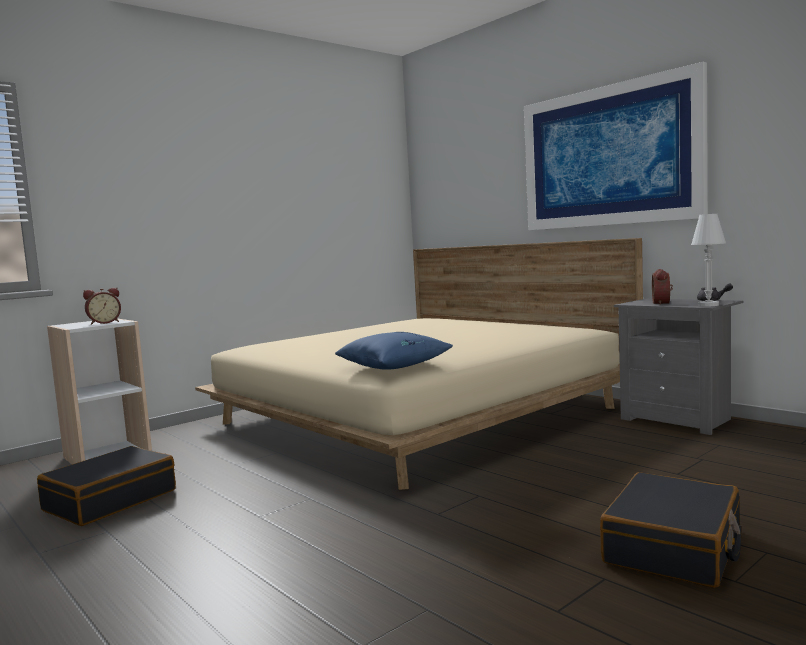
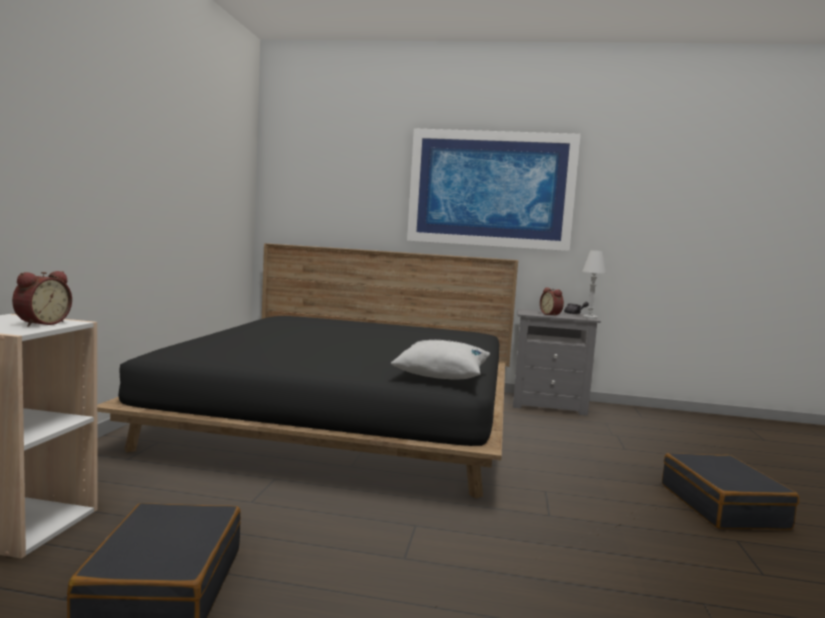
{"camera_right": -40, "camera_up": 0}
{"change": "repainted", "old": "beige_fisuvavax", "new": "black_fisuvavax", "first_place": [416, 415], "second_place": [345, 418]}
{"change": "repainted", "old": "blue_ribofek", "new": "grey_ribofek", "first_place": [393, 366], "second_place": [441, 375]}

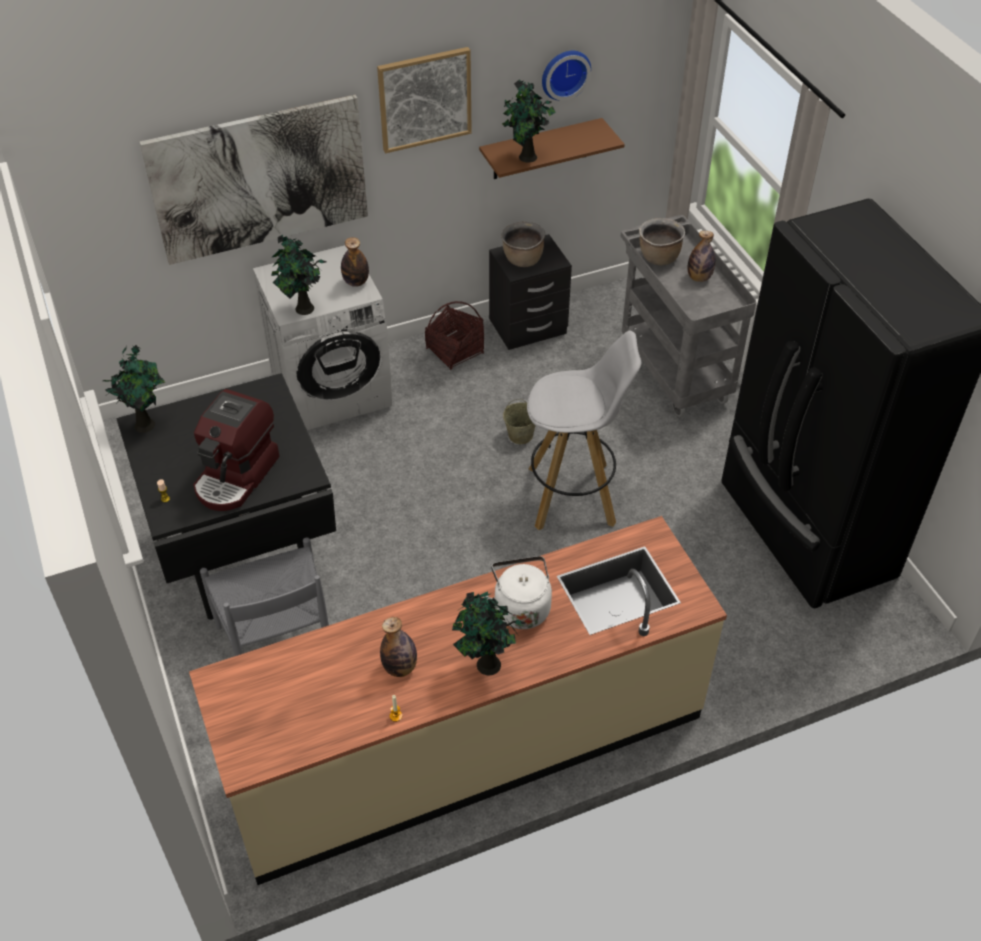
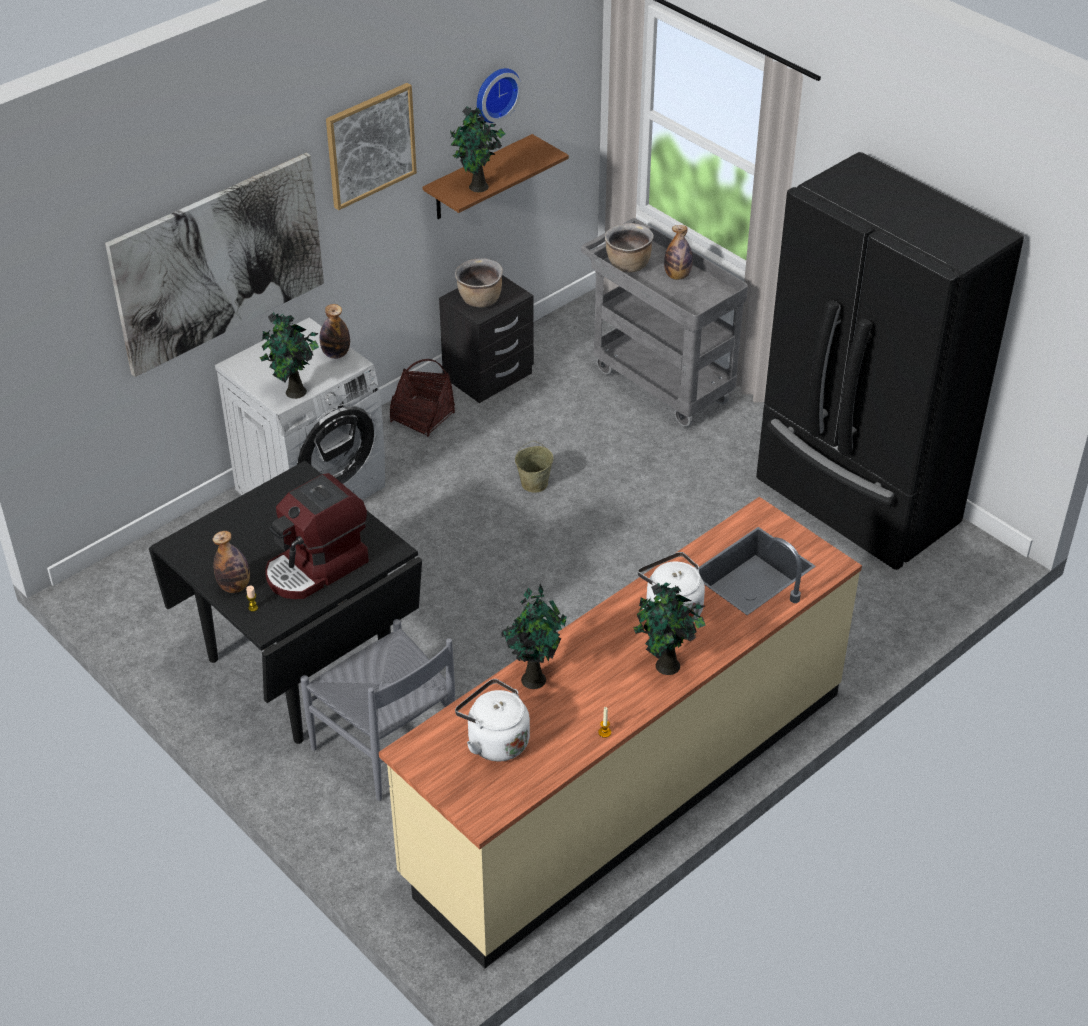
{"camera_right": -20, "camera_up": -5}
{"change": "shifted", "old": "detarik", "first_place": [400, 667], "second_place": [234, 586]}
{"change": "rotated", "old": "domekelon", "first_place": [237, 476], "second_place": [317, 568], "degrees": 45}
{"change": "new", "new": "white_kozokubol", "second_place": [495, 741]}
{"change": "shifted", "old": "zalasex", "first_place": [145, 423], "second_place": [533, 677]}
{"change": "gone", "old": "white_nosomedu", "first_place": [573, 496]}

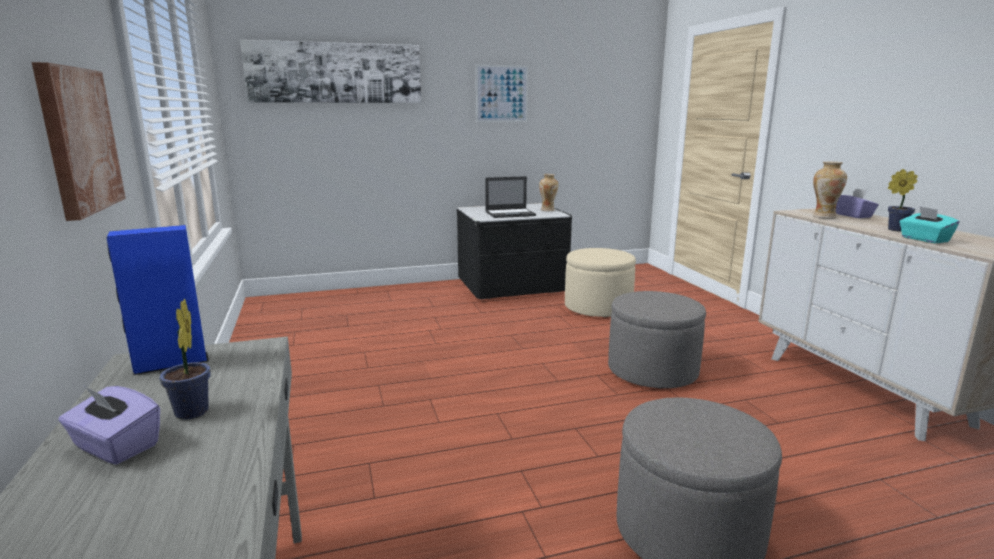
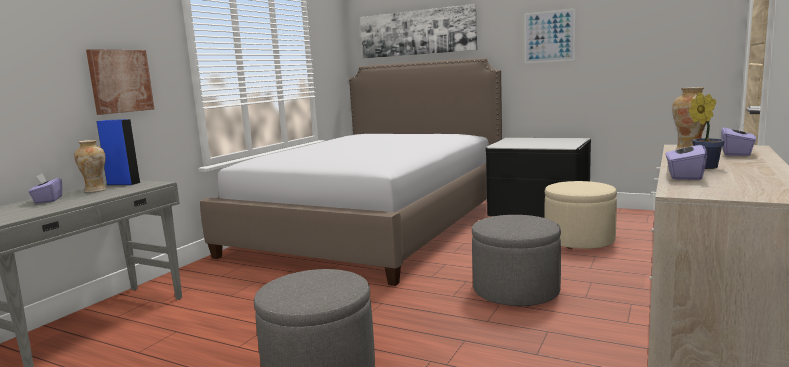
{"camera_right": 45, "camera_up": -5}
{"change": "shifted", "old": "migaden", "first_place": [548, 210], "second_place": [96, 190]}
{"change": "new", "new": "fisuvavax", "second_place": [374, 226]}
{"change": "repainted", "old": "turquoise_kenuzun", "new": "purple_kenuzun", "first_place": [924, 239], "second_place": [683, 176]}
{"change": "gone", "old": "zalasex", "first_place": [191, 414]}
{"change": "gone", "old": "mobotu", "first_place": [510, 213]}

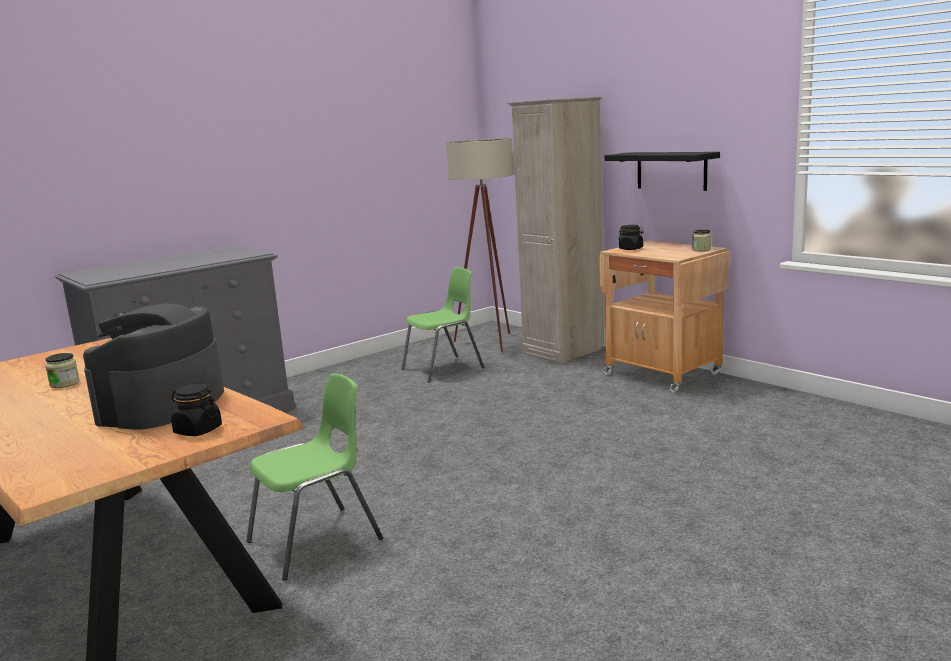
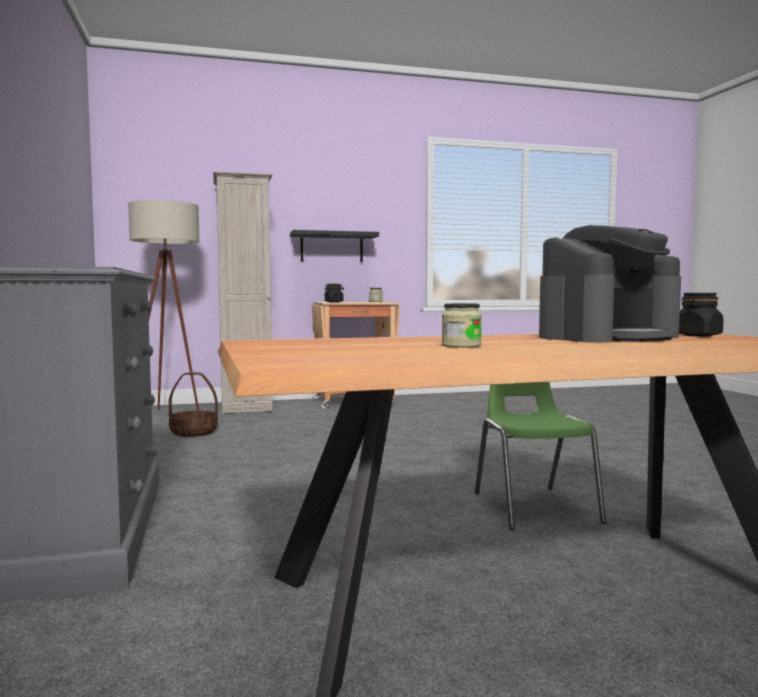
{"camera_right": -65, "camera_up": -10}
{"change": "swapped", "old": "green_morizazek", "new": "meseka", "first_place": [444, 368], "second_place": [194, 432]}
{"change": "rotated", "old": "domekelon", "first_place": [162, 405], "second_place": [608, 337], "degrees": -75}

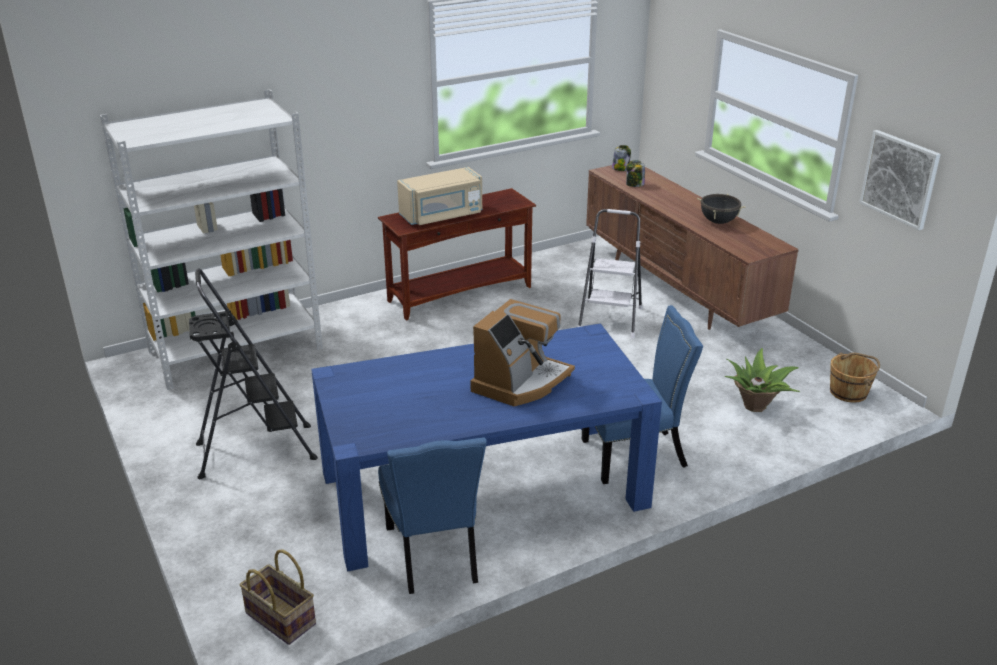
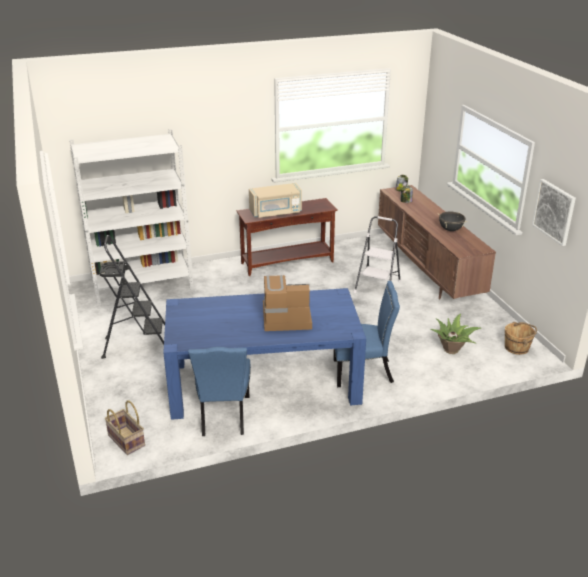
{"camera_right": 10, "camera_up": 0}
{"change": "rotated", "old": "domekelon", "first_place": [521, 382], "second_place": [285, 318], "degrees": -135}

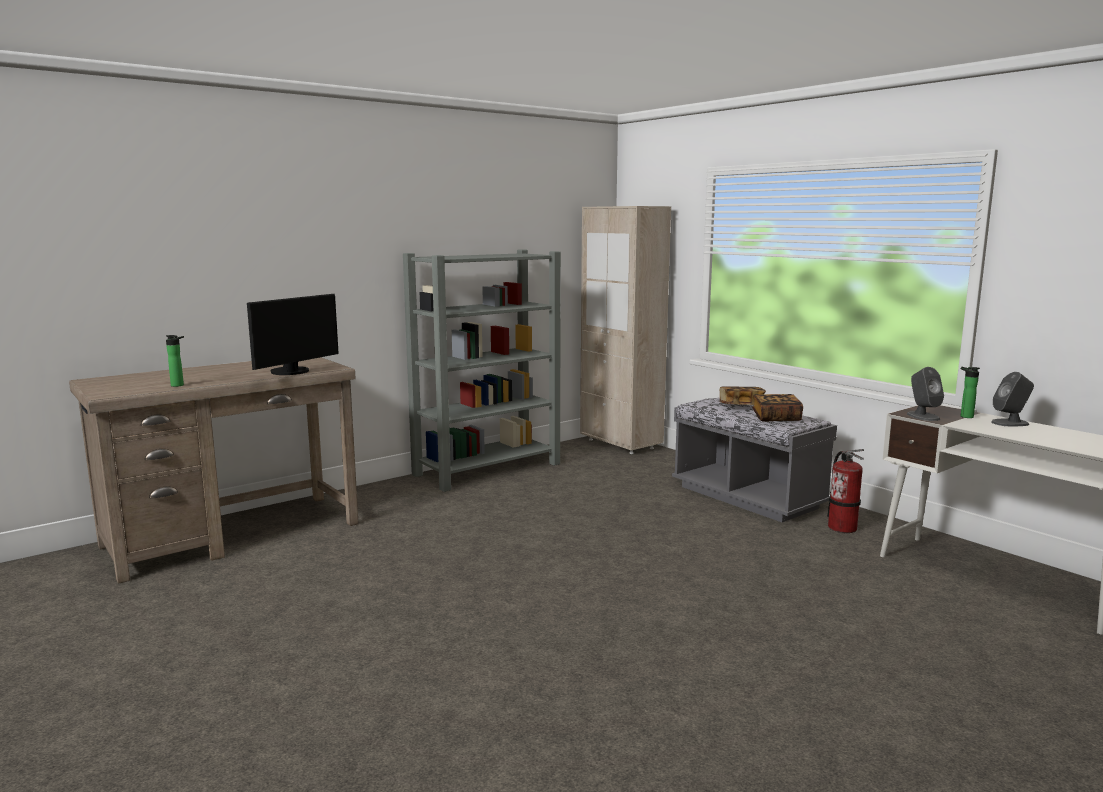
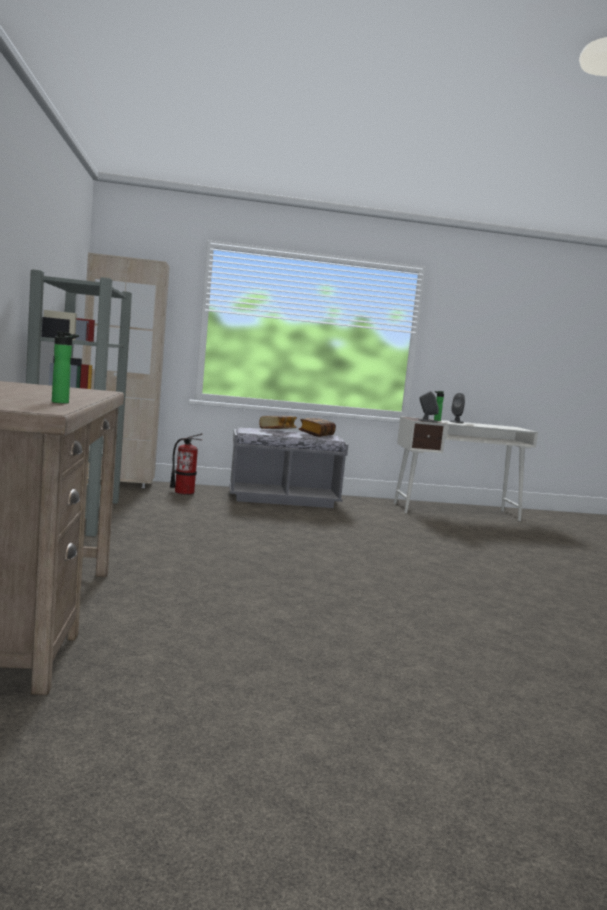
{"camera_right": -60, "camera_up": -5}
{"change": "shifted", "old": "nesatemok", "first_place": [842, 527], "second_place": [184, 492]}
{"change": "gone", "old": "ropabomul", "first_place": [293, 372]}

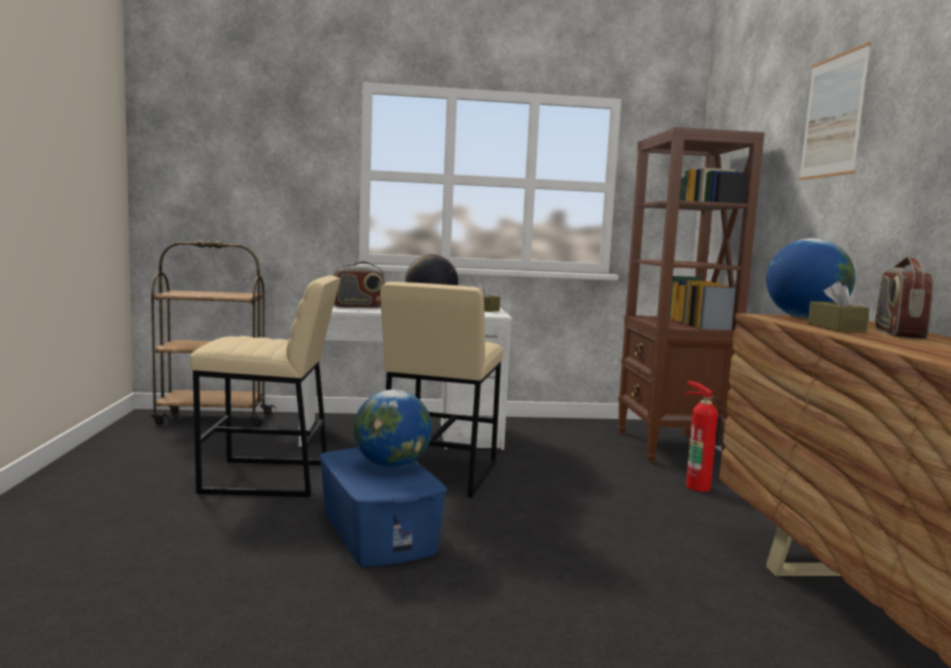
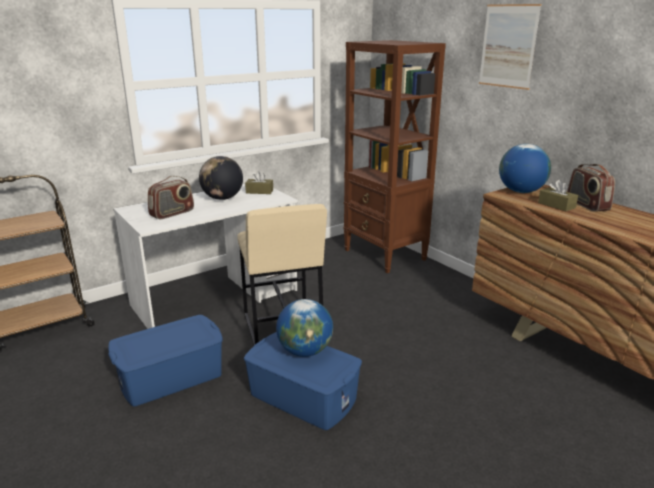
{"camera_right": -30, "camera_up": 15}
{"change": "swapped", "old": "beige_morizazek", "new": "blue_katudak", "first_place": [270, 478], "second_place": [171, 377]}
{"change": "gone", "old": "nesatemok", "first_place": [698, 486]}

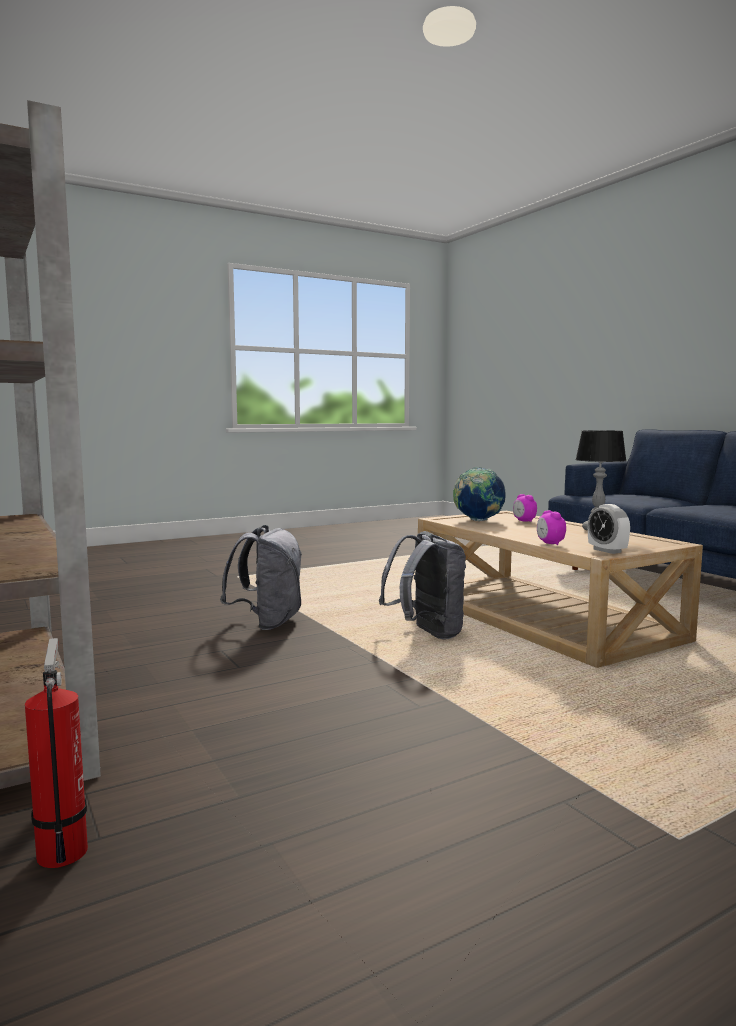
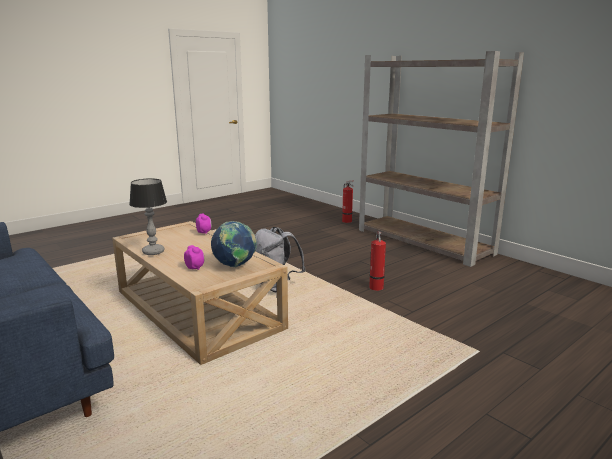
{"camera_right": 170, "camera_up": 10}
{"change": "swapped", "old": "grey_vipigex", "new": "nesatemok", "first_place": [267, 623], "second_place": [376, 288]}
{"change": "gone", "old": "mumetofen", "first_place": [607, 551]}

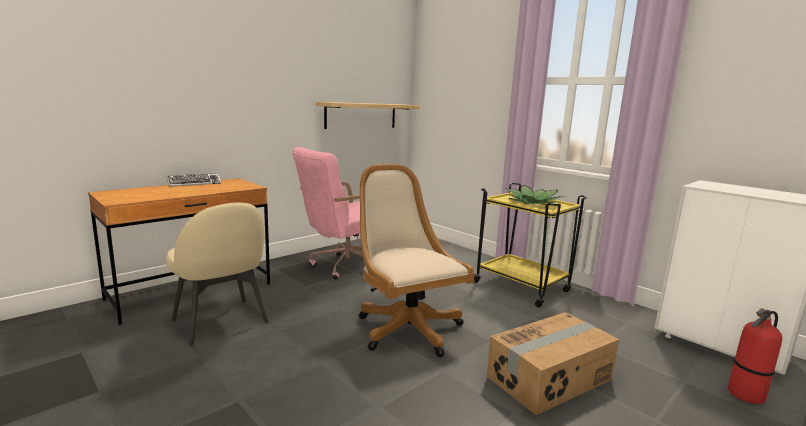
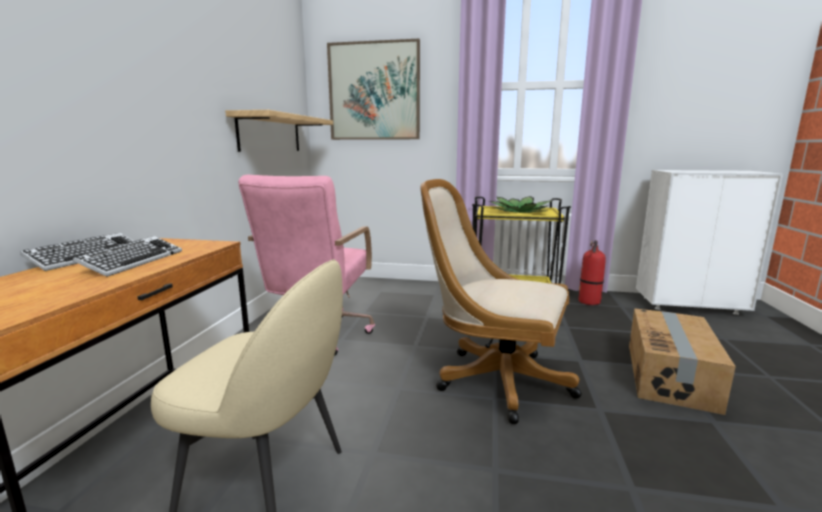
{"camera_right": -35, "camera_up": 0}
{"change": "new", "new": "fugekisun", "second_place": [133, 261]}
{"change": "new", "new": "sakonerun", "second_place": [374, 91]}
{"change": "shifted", "old": "nesatemok", "first_place": [746, 395], "second_place": [589, 302]}

